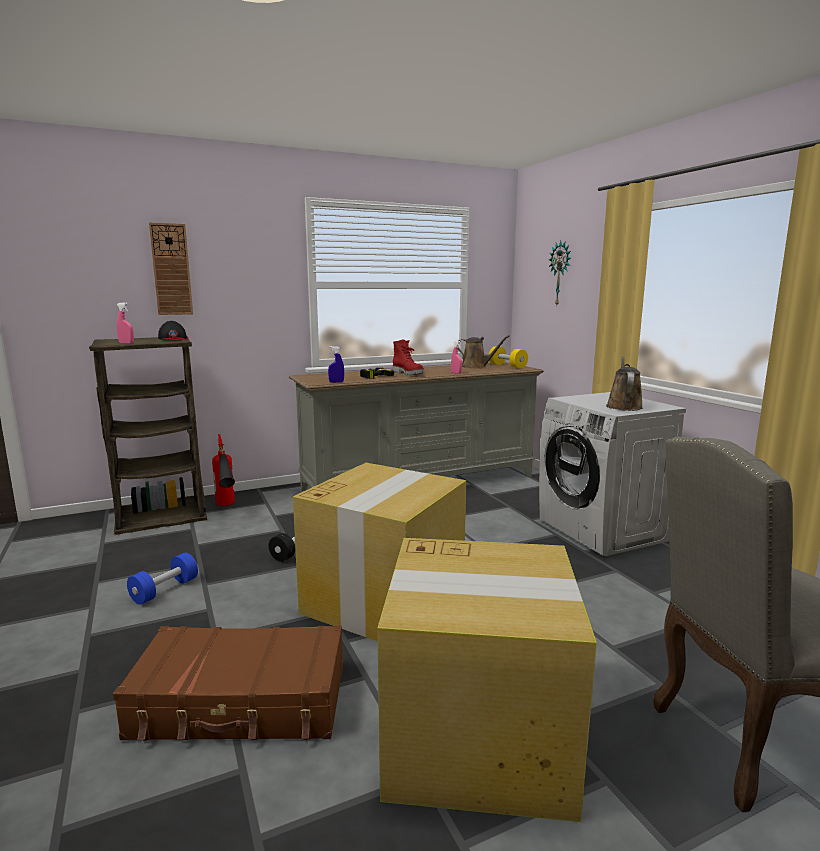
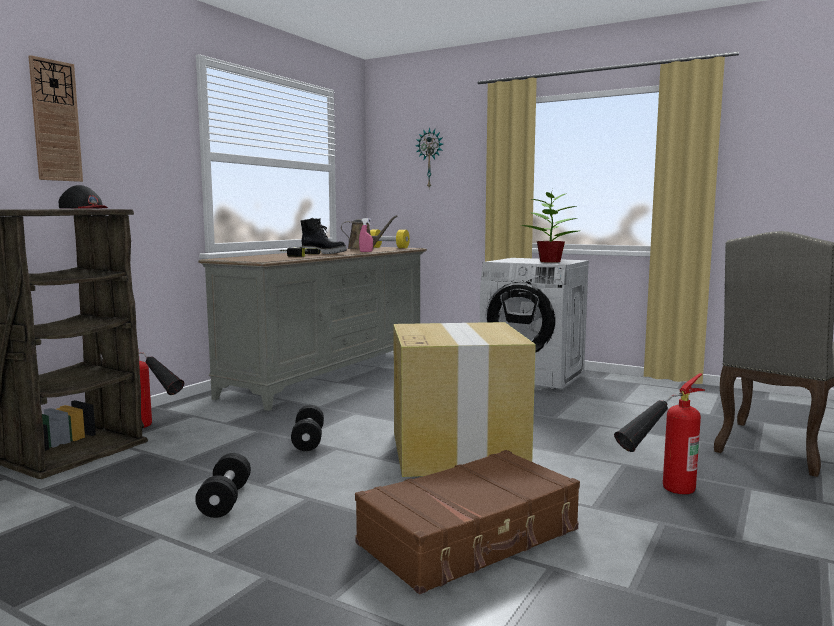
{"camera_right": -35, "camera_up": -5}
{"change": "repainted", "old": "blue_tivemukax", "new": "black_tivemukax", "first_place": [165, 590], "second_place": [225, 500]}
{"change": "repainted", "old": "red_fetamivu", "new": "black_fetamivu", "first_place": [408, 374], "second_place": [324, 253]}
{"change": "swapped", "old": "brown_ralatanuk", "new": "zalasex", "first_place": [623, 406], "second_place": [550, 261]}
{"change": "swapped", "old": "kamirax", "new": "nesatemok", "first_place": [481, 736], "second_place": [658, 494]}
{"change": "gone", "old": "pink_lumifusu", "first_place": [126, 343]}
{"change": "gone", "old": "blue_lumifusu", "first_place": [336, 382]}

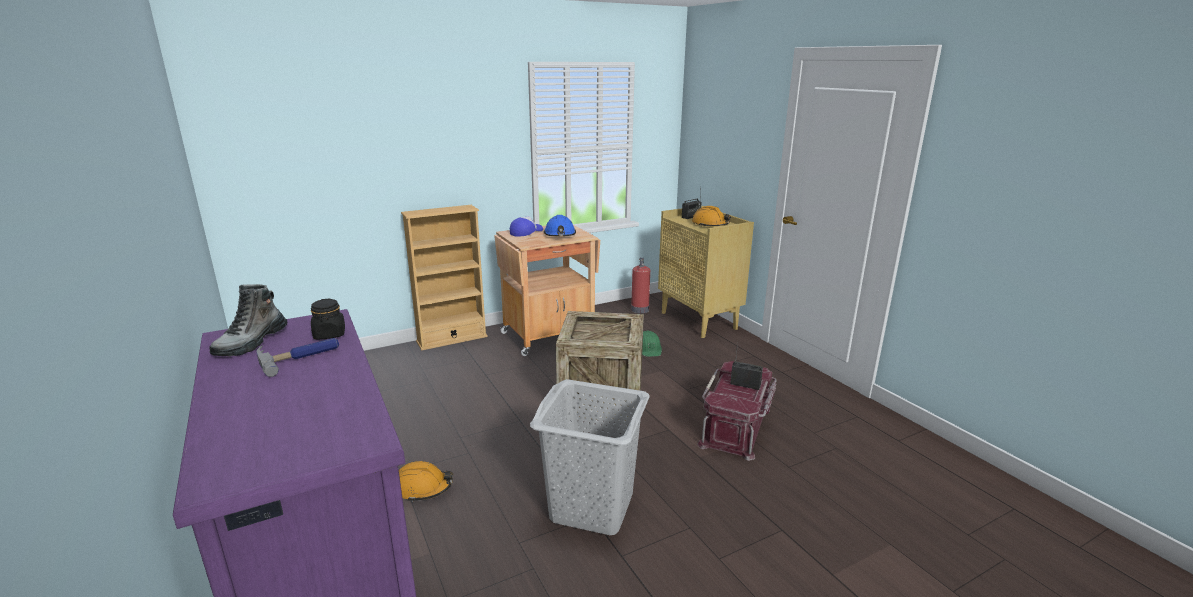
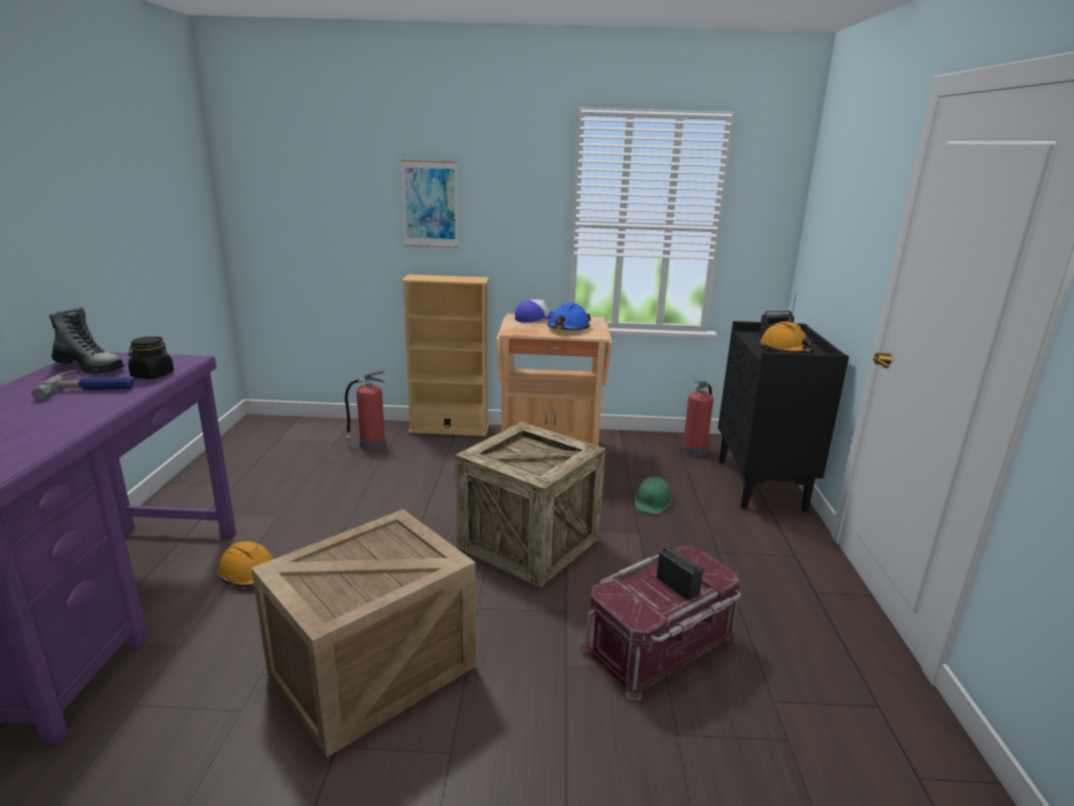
{"camera_right": 30, "camera_up": 0}
{"change": "rotated", "old": "fetamivu", "first_place": [252, 342], "second_place": [90, 367], "degrees": -120}
{"change": "swapped", "old": "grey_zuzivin", "new": "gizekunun", "first_place": [591, 506], "second_place": [374, 668]}
{"change": "new", "new": "nesatemok", "second_place": [371, 444]}
{"change": "new", "new": "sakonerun", "second_place": [430, 204]}
{"change": "repainted", "old": "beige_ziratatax", "new": "black_ziratatax", "first_place": [698, 321], "second_place": [760, 485]}

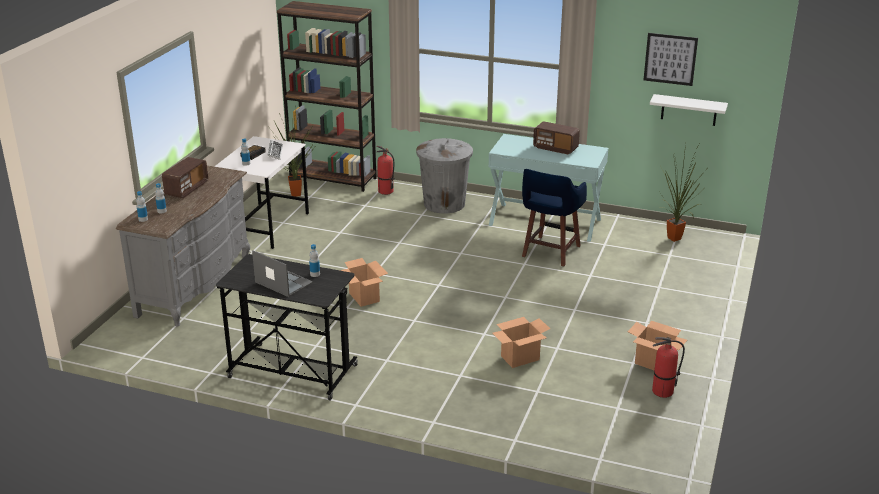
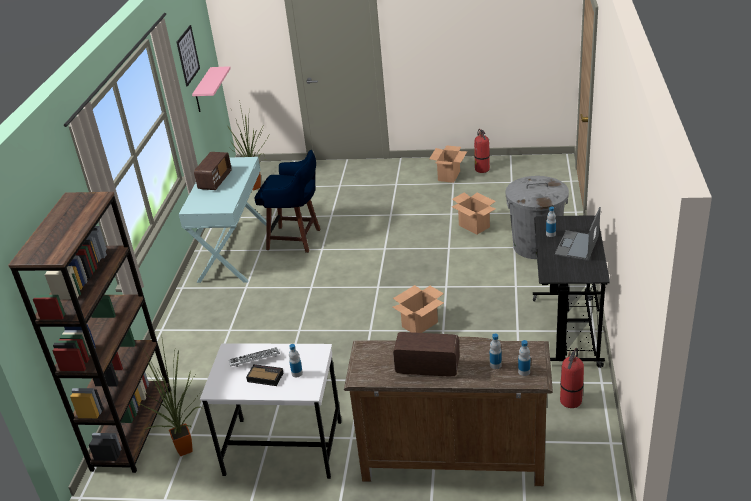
{"camera_right": -100, "camera_up": 5}
{"change": "repainted", "old": "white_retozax", "new": "pink_retozax", "first_place": [689, 110], "second_place": [203, 90]}
{"change": "shifted", "old": "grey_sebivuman", "first_place": [444, 204], "second_place": [535, 246]}
{"change": "shifted", "old": "nesatemok", "first_place": [385, 191], "second_place": [571, 401]}

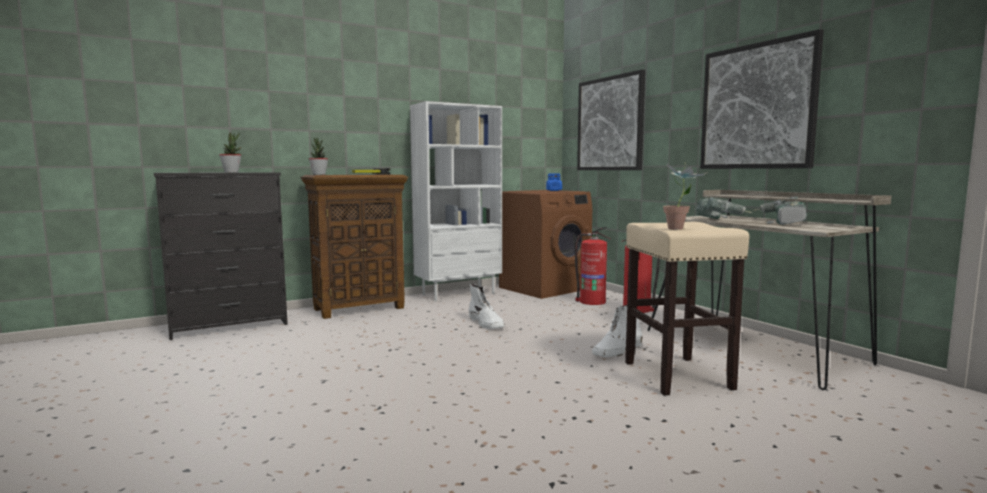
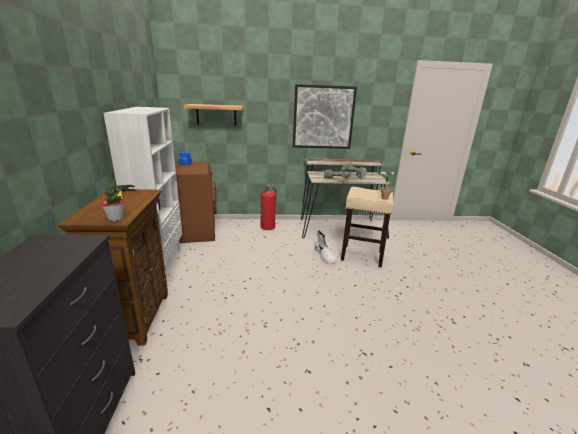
{"camera_right": -65, "camera_up": 15}
{"change": "swapped", "old": "sakonerun", "new": "retozax", "first_place": [610, 124], "second_place": [216, 114]}
{"change": "gone", "old": "zalasex", "first_place": [231, 172]}
{"change": "gone", "old": "white_fetamivu", "first_place": [486, 323]}
{"change": "gone", "old": "nesatemok", "first_place": [591, 301]}

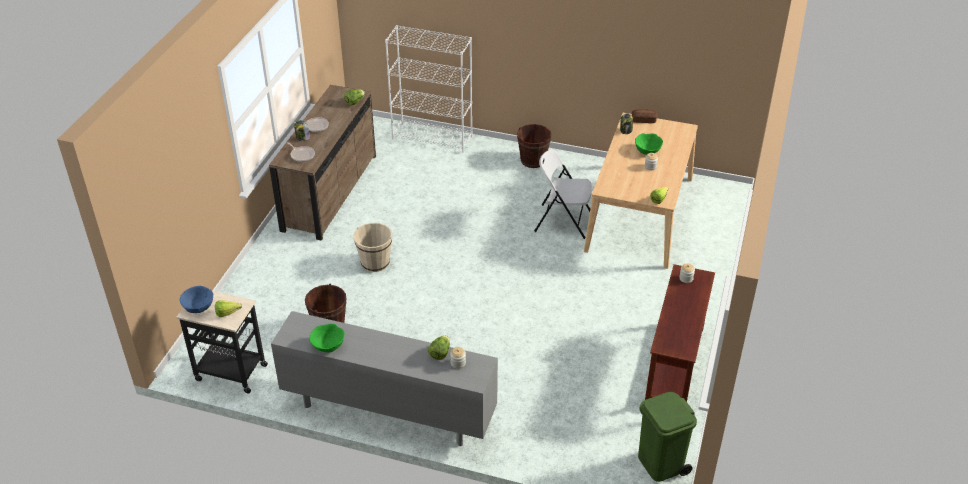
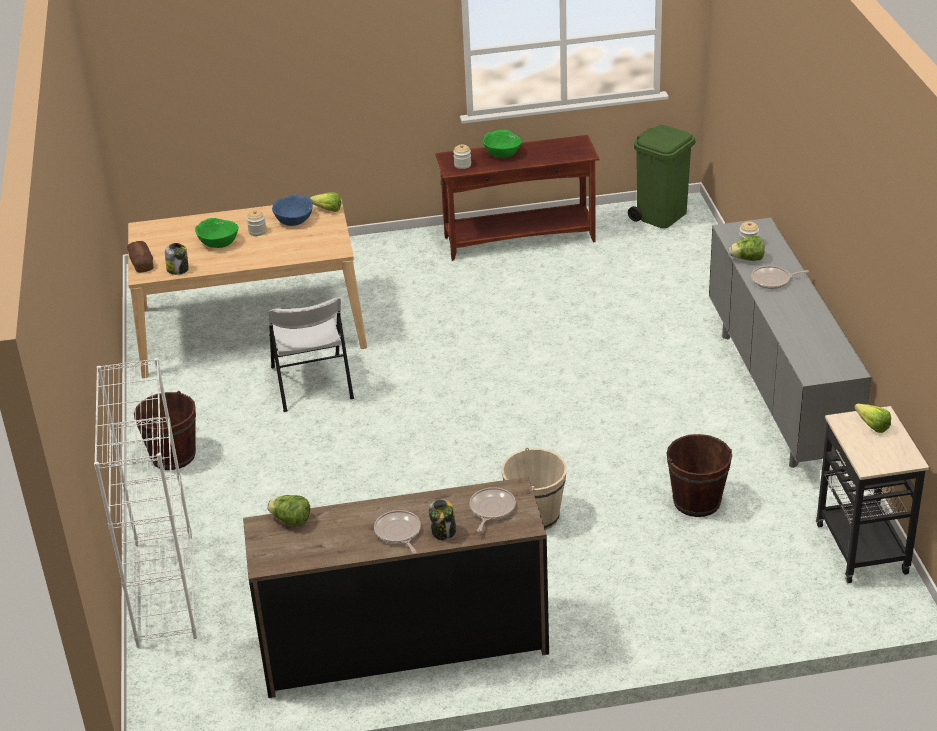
{"camera_right": -115, "camera_up": -5}
{"change": "shifted", "old": "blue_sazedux", "first_place": [198, 307], "second_place": [294, 220]}
{"change": "shifted", "old": "green_sazedux", "first_place": [328, 345], "second_place": [502, 153]}
{"change": "new", "new": "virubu", "second_place": [773, 280]}

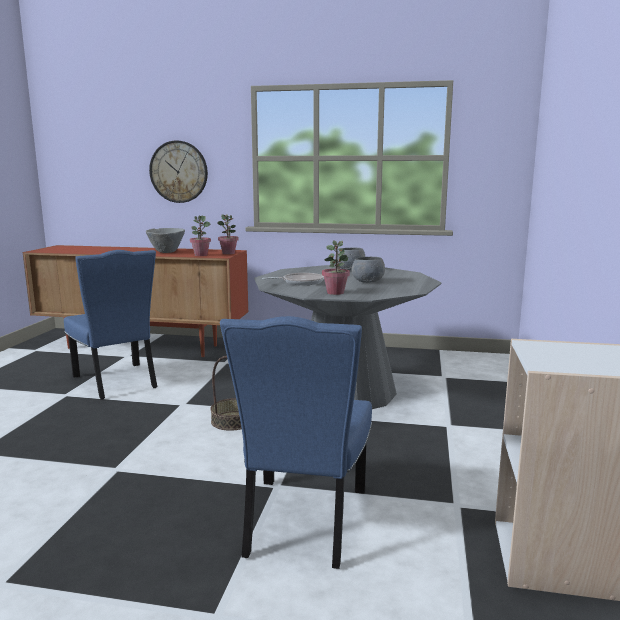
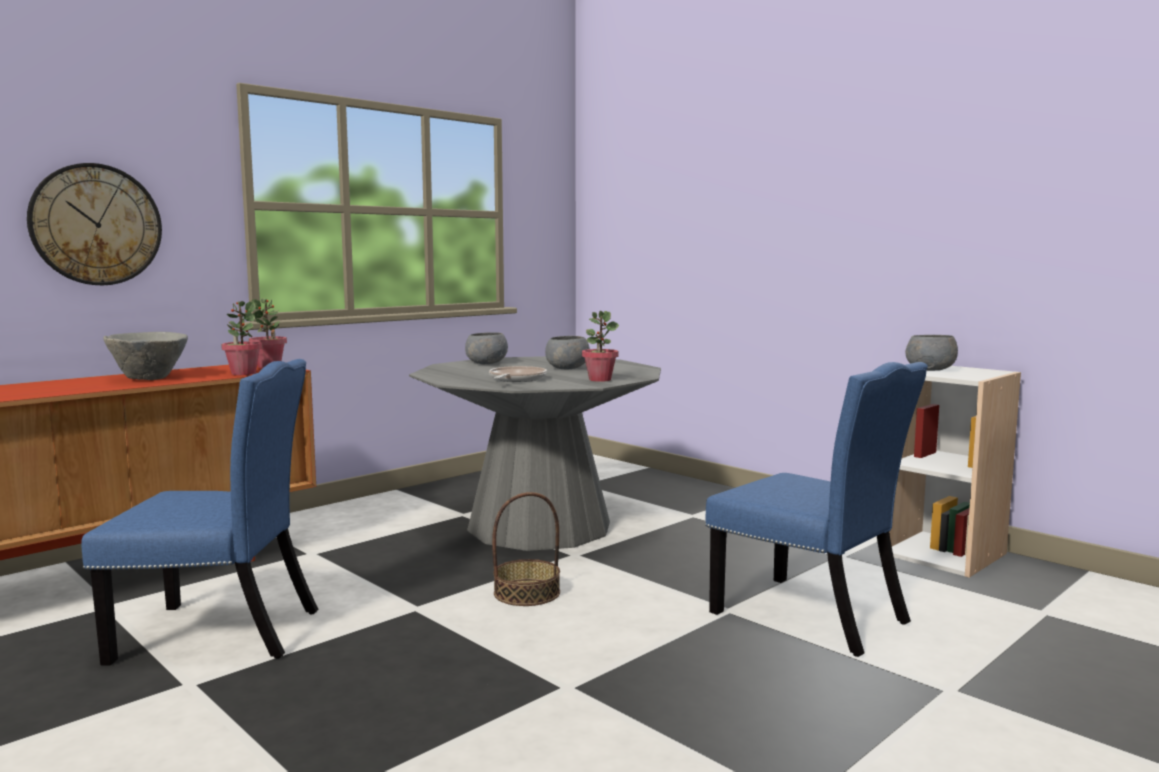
{"camera_right": -55, "camera_up": -5}
{"change": "new", "new": "grey_sazedux", "second_place": [930, 370]}

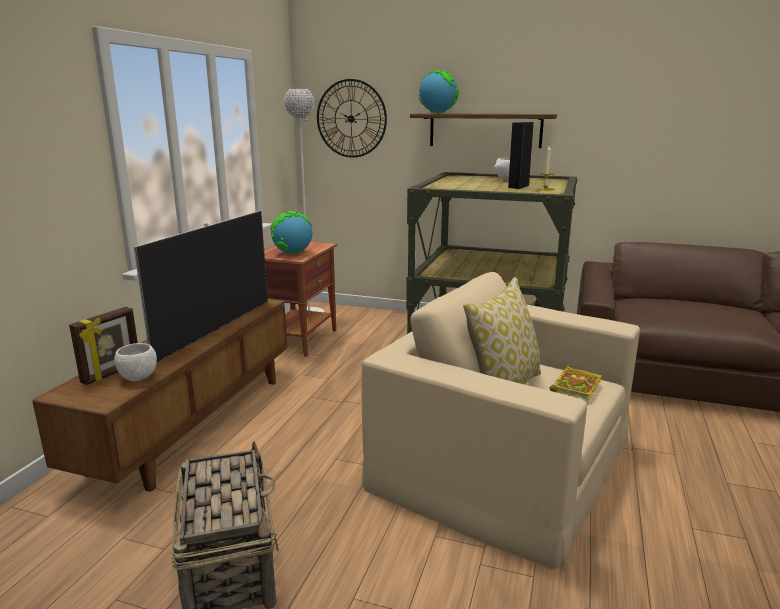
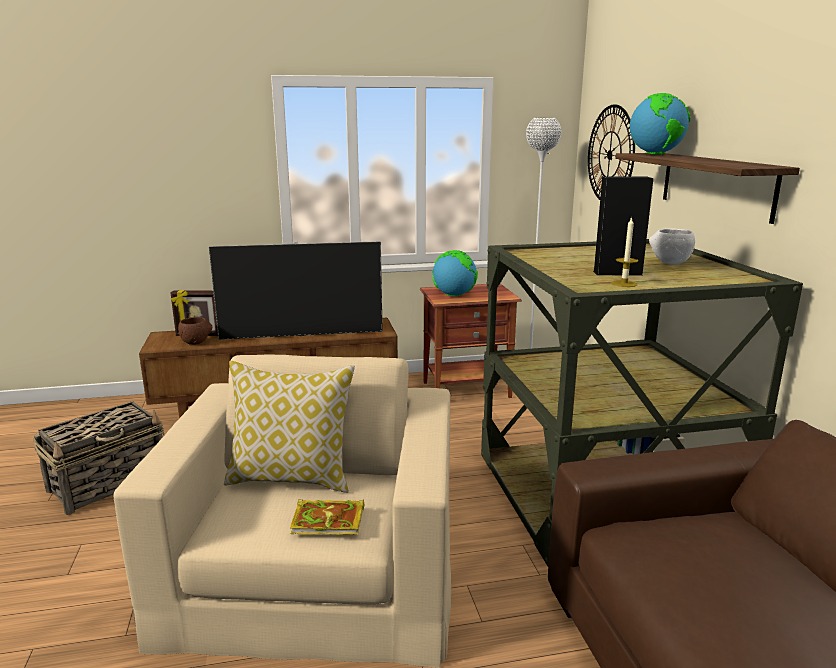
{"camera_right": 60, "camera_up": 0}
{"change": "repainted", "old": "white_sazedux", "new": "brown_sazedux", "first_place": [139, 378], "second_place": [196, 343]}

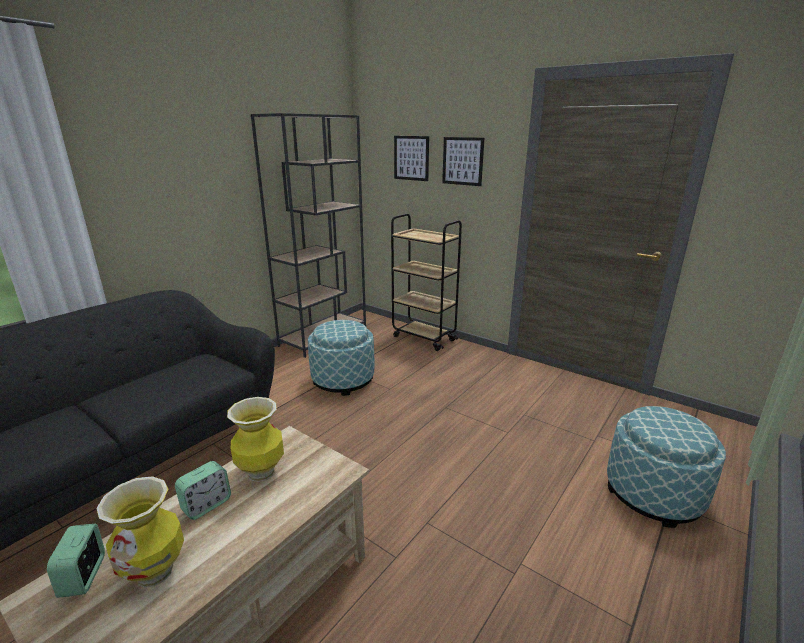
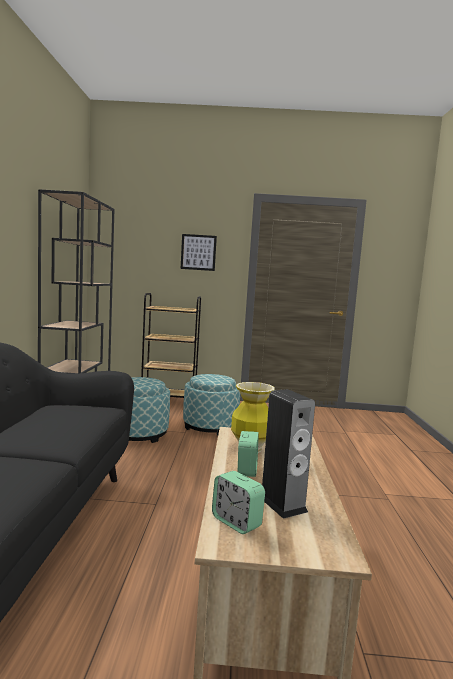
{"camera_right": -35, "camera_up": -15}
{"change": "shifted", "old": "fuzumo", "first_place": [653, 493], "second_place": [210, 426]}
{"change": "swapped", "old": "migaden", "new": "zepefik", "first_place": [155, 572], "second_place": [282, 504]}
{"change": "gone", "old": "sakonerun", "first_place": [411, 158]}

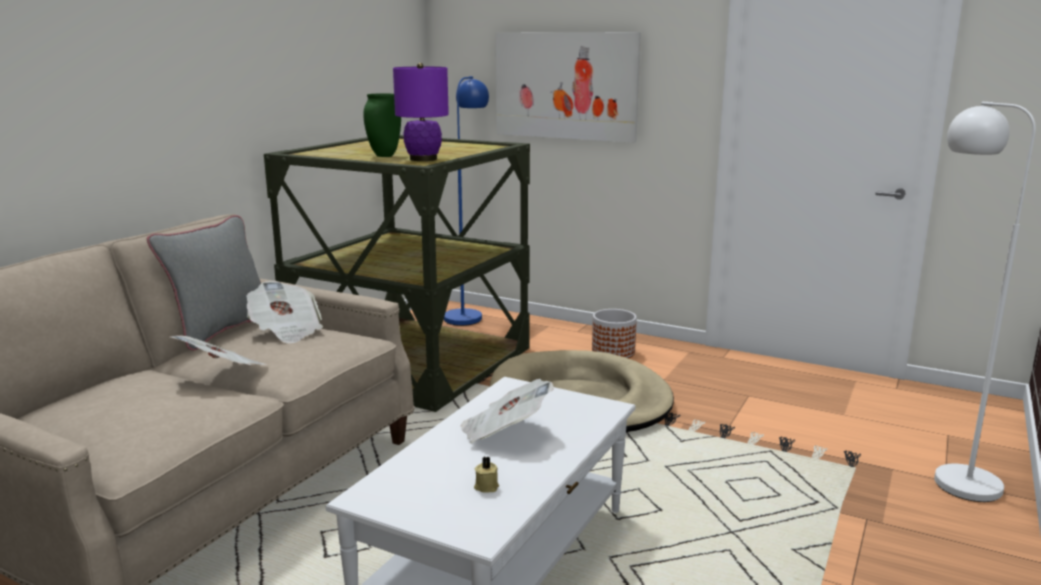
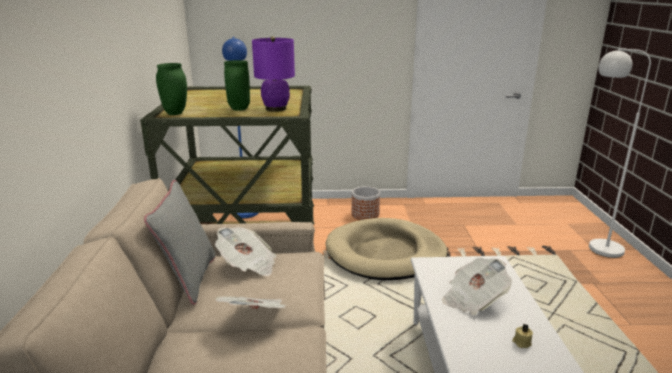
{"camera_right": -30, "camera_up": 5}
{"change": "new", "new": "green_migaden", "second_place": [174, 113]}
{"change": "gone", "old": "sakonerun", "first_place": [565, 85]}

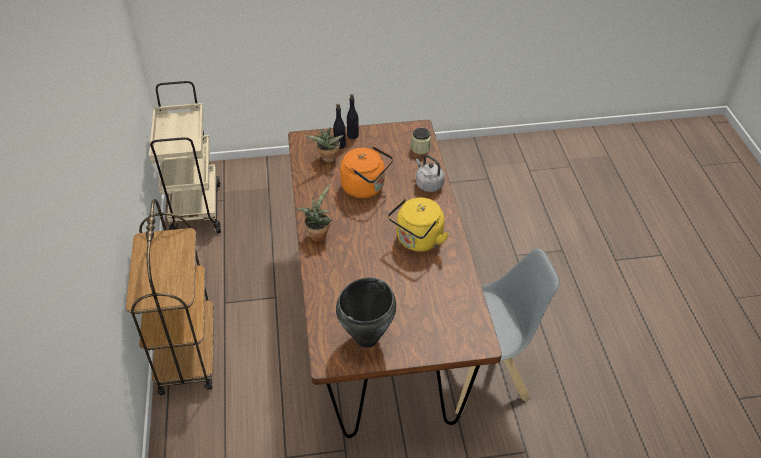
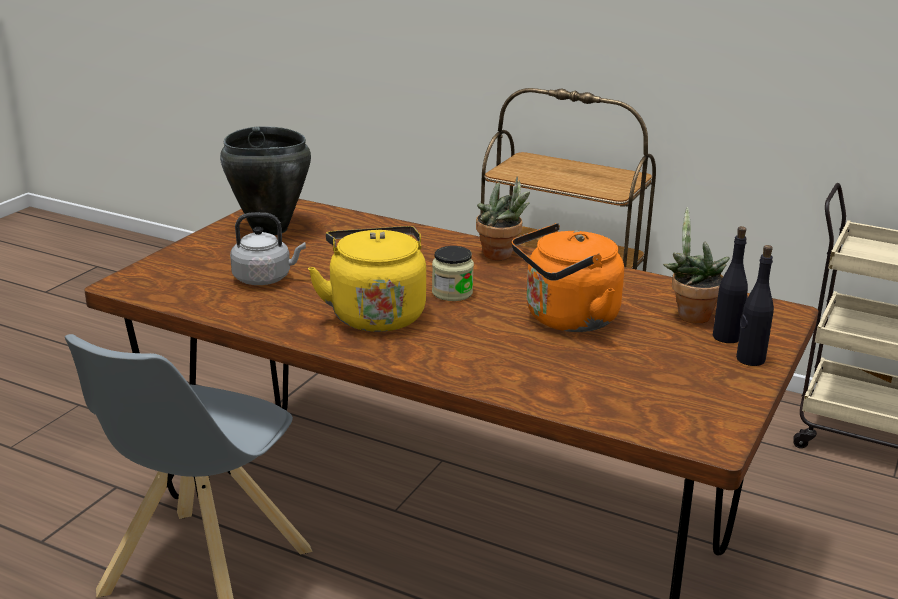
{"camera_right": 125, "camera_up": -20}
{"change": "shifted", "old": "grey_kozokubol", "first_place": [428, 184], "second_place": [265, 278]}
{"change": "shifted", "old": "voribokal", "first_place": [420, 148], "second_place": [452, 293]}

